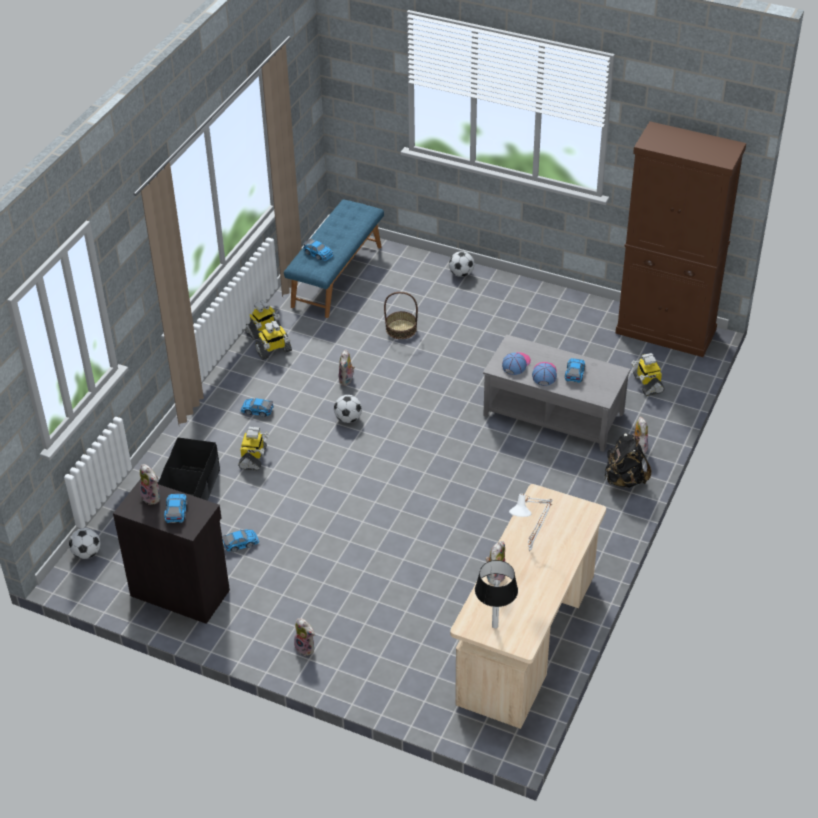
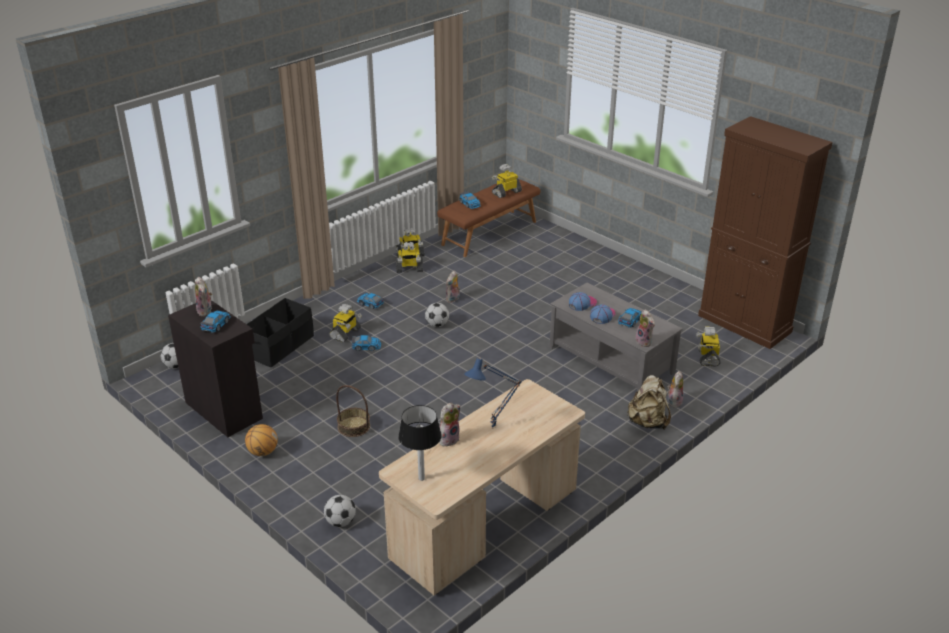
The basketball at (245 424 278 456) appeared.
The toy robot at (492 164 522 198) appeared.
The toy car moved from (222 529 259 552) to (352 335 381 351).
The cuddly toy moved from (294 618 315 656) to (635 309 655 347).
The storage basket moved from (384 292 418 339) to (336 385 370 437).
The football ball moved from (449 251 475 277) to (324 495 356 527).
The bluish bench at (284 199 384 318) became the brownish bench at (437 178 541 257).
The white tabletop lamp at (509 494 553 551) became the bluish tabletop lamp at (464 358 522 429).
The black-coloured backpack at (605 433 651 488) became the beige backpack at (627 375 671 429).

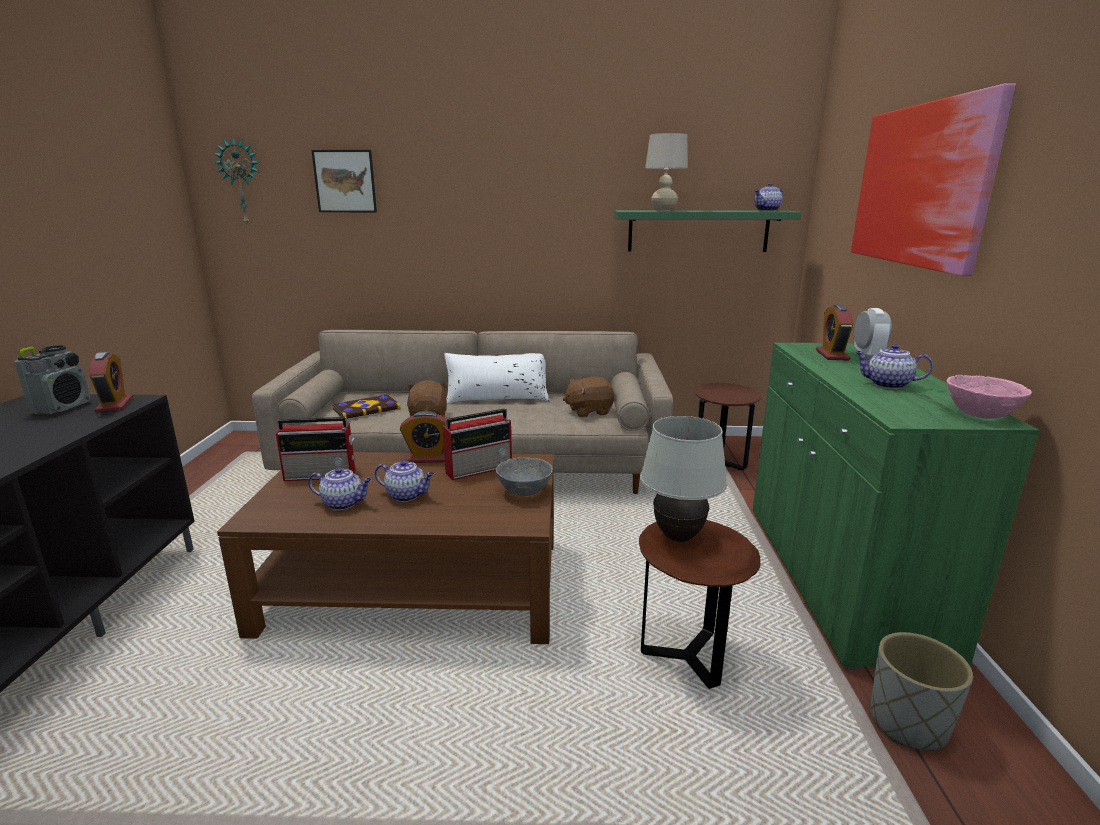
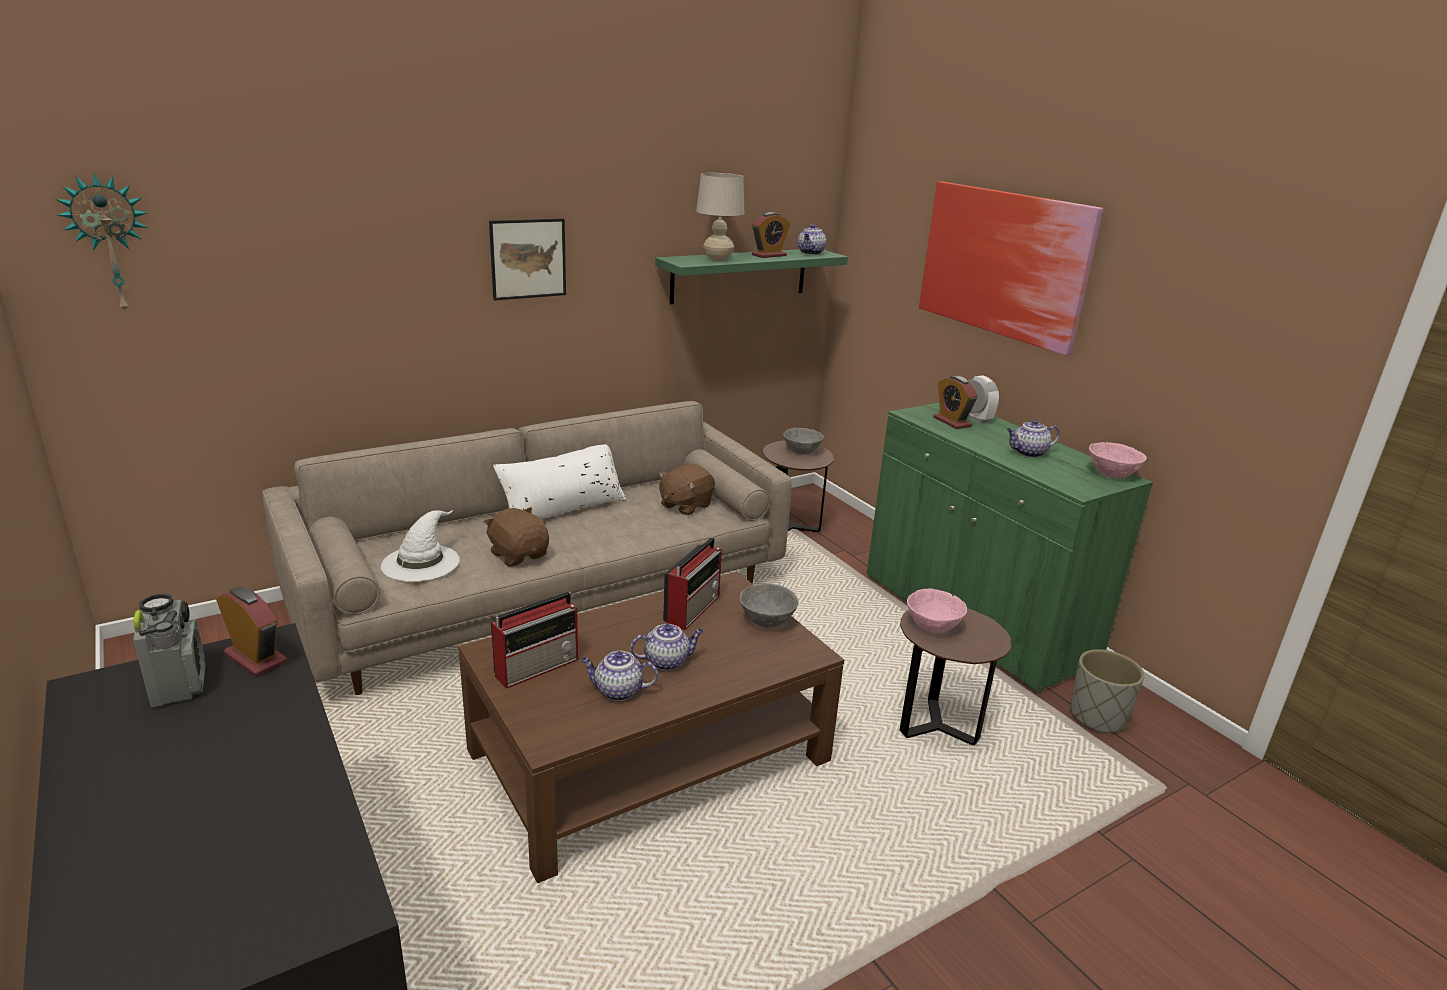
The greyish bowl at (783 428 824 454) appeared.
The wall art moved from (311 150 377 212) to (489 218 566 300).
The table clock moved from (400 411 452 463) to (752 212 790 258).
The book at (332 394 400 419) was replaced by the white hat at (381 510 460 582).
The white tabletop lamp at (640 416 727 542) was replaced by the pink-coloured bowl at (907 588 967 633).
The tea pot at (308 467 372 510) turned 150 degrees counterclockwise.

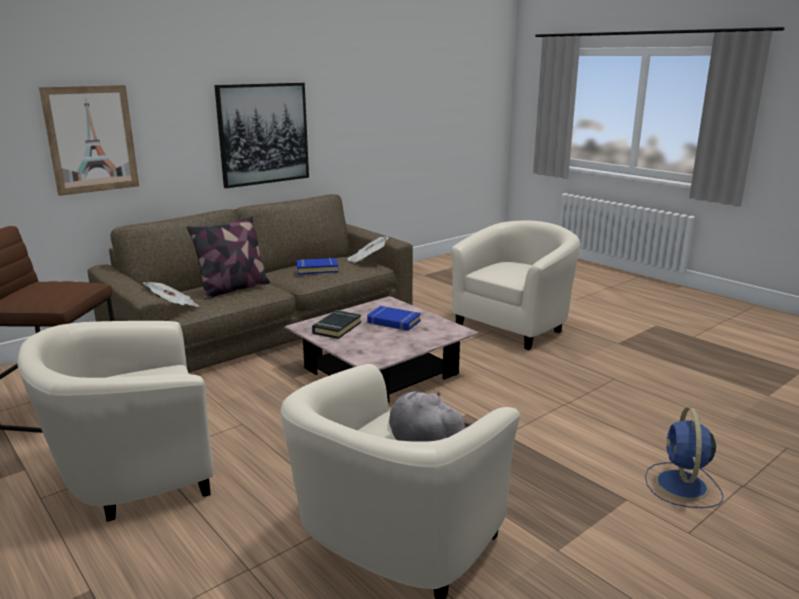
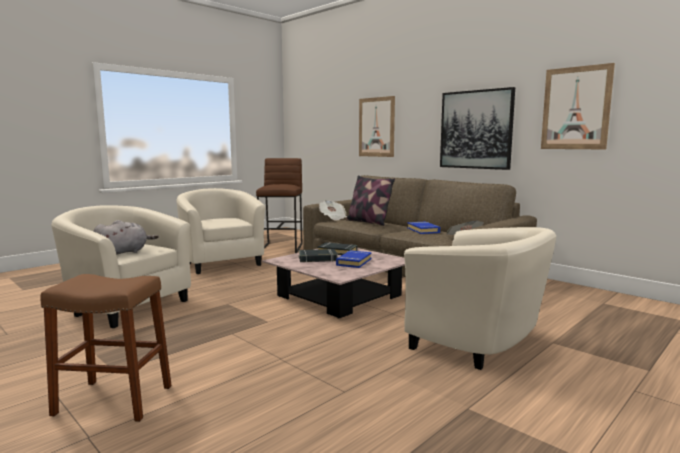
The black-coloured book at (299 249 338 263) appeared.
The wall art at (541 63 615 150) appeared.
The bluish cooling fan at (645 407 723 508) was replaced by the brownish stool at (40 274 172 422).

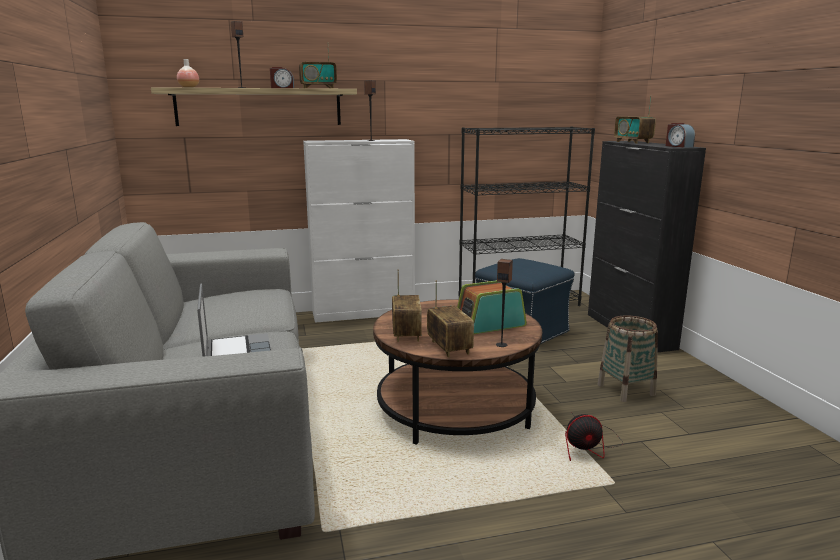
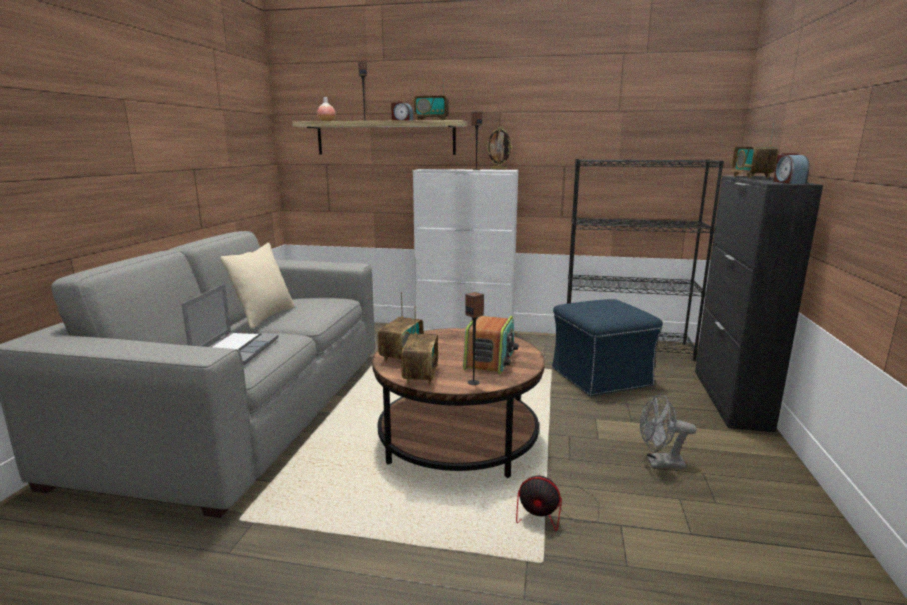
The beige cushion at (220 243 295 329) appeared.
The standing frame at (486 127 512 170) appeared.
The storage basket at (597 315 658 402) was replaced by the greyish cooling fan at (640 394 697 469).
The radio at (457 280 527 334) turned 105 degrees clockwise.

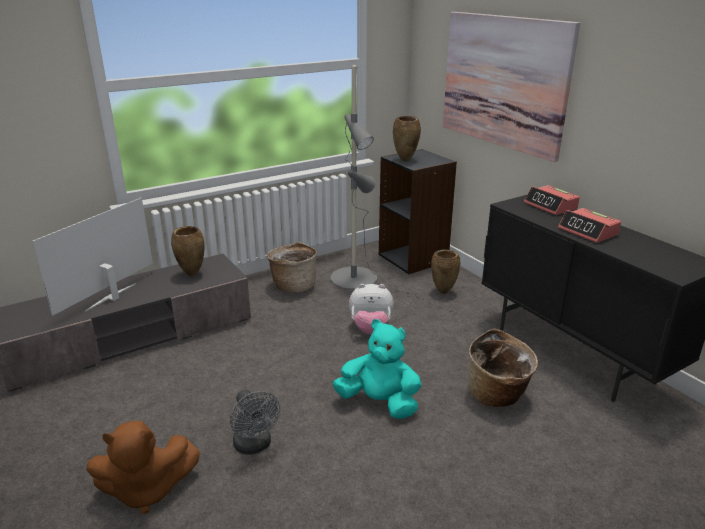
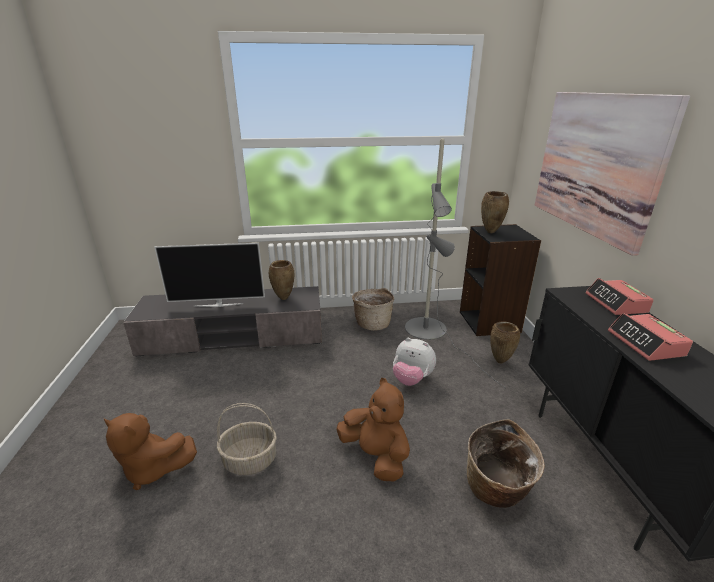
The greyish cooling fan at (230 389 280 455) was replaced by the storage basket at (217 403 277 475).
The turquoise cuddly toy at (332 319 421 419) became the brownish cuddly toy at (336 378 410 481).
The TV set at (32 198 153 316) turned 150 degrees counterclockwise.

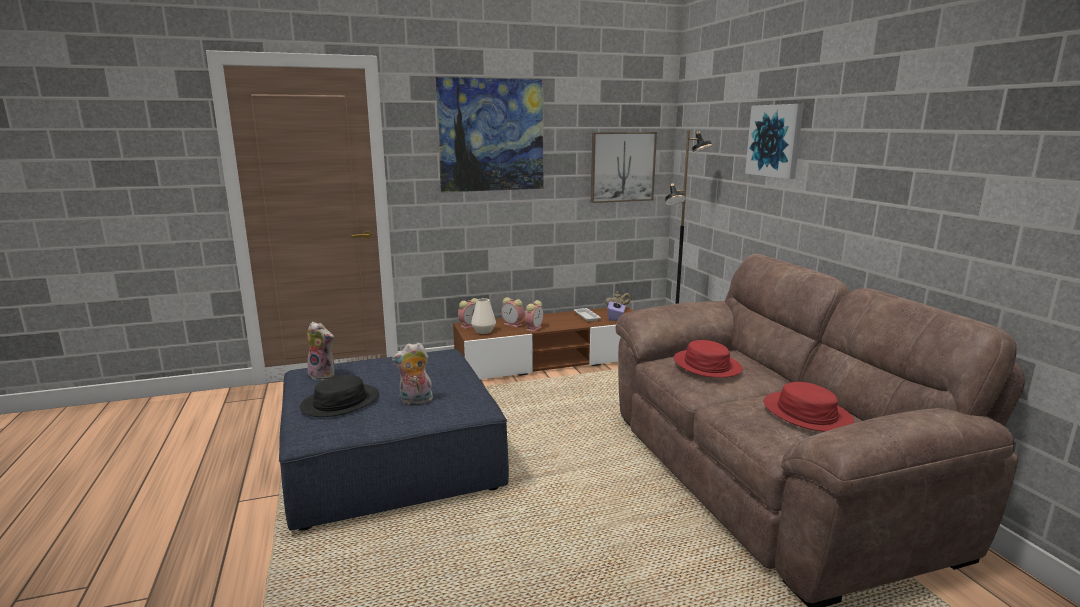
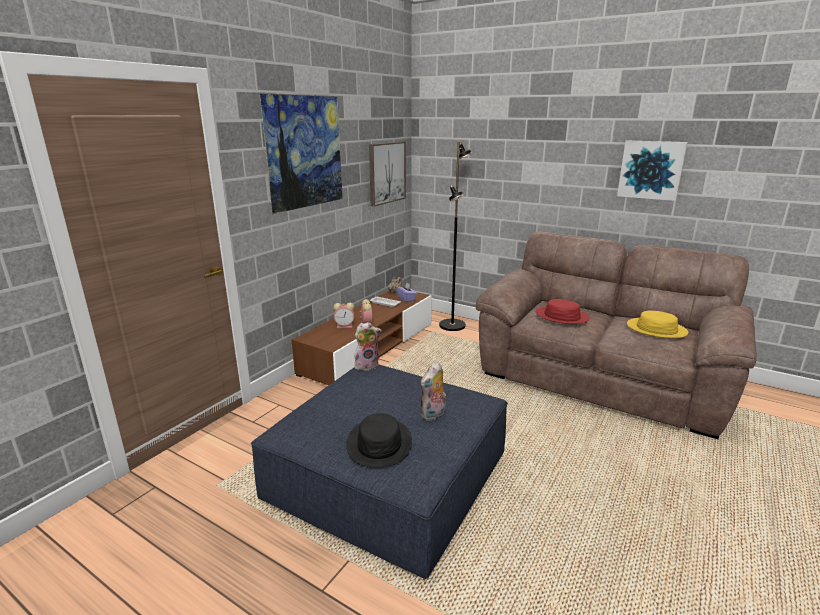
The table clock at (458 298 477 329) disappeared.
The white vase at (471 298 496 334) disappeared.
The cuddly toy moved from (307 322 335 380) to (354 322 382 371).
The wall art moved from (745 104 804 179) to (617 140 688 201).
The reddish hat at (764 382 854 431) became the yellowish hat at (627 311 688 338).

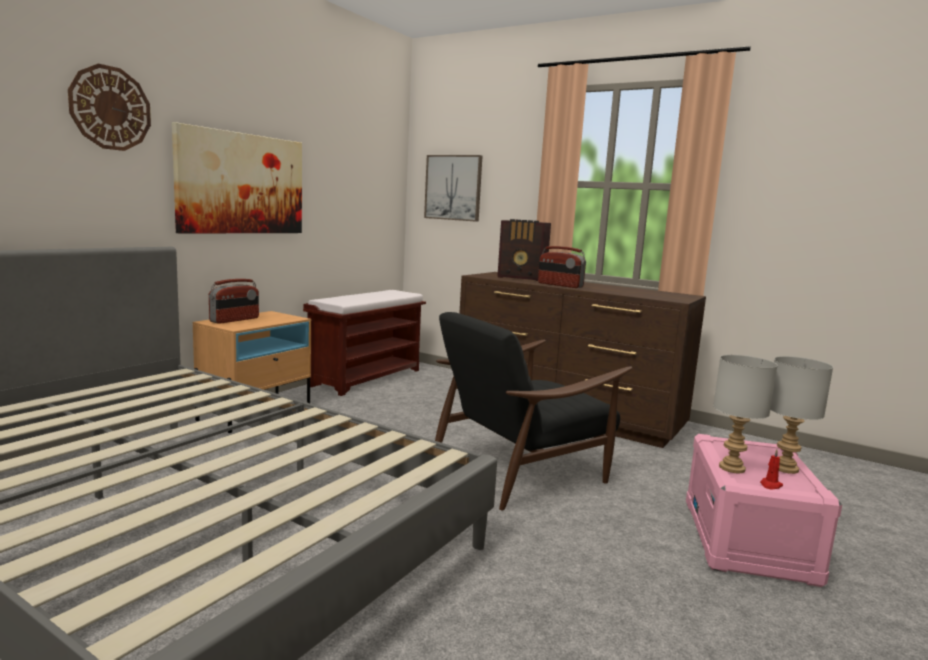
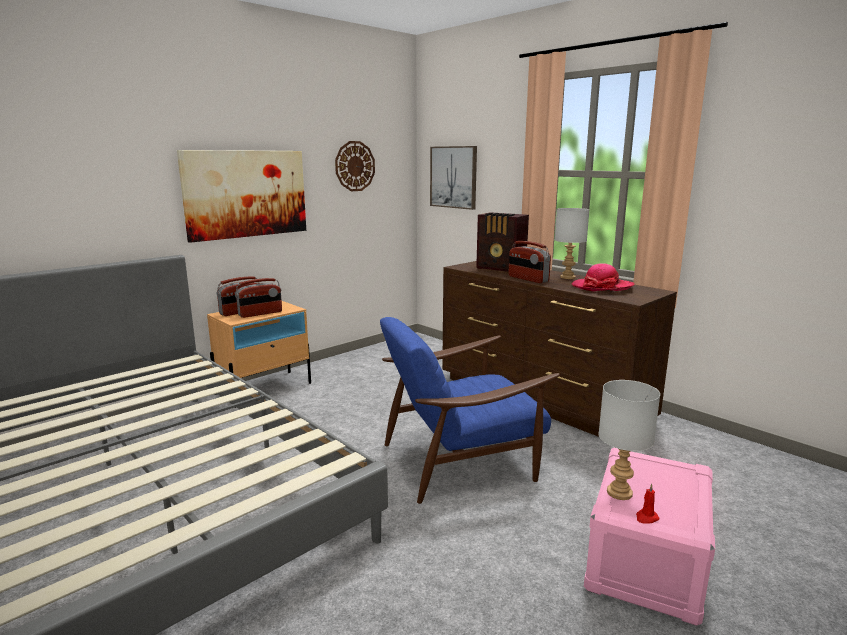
The brownish bench at (303 290 426 396) disappeared.
The radio at (235 278 282 318) appeared.
The hat at (571 263 635 292) appeared.
The hanging clock moved from (68 64 151 151) to (335 141 375 191).
The greyish tabletop lamp moved from (770 356 833 474) to (555 208 589 279).
The black-coloured easy chair at (435 312 633 510) became the bluish easy chair at (380 317 560 504).

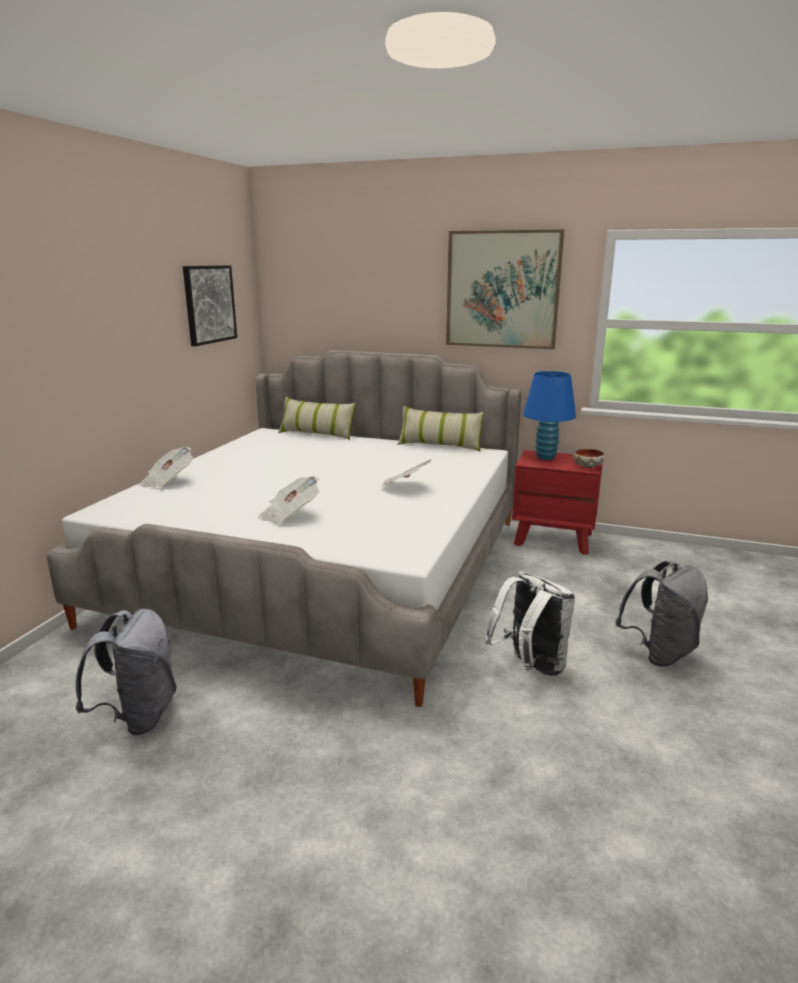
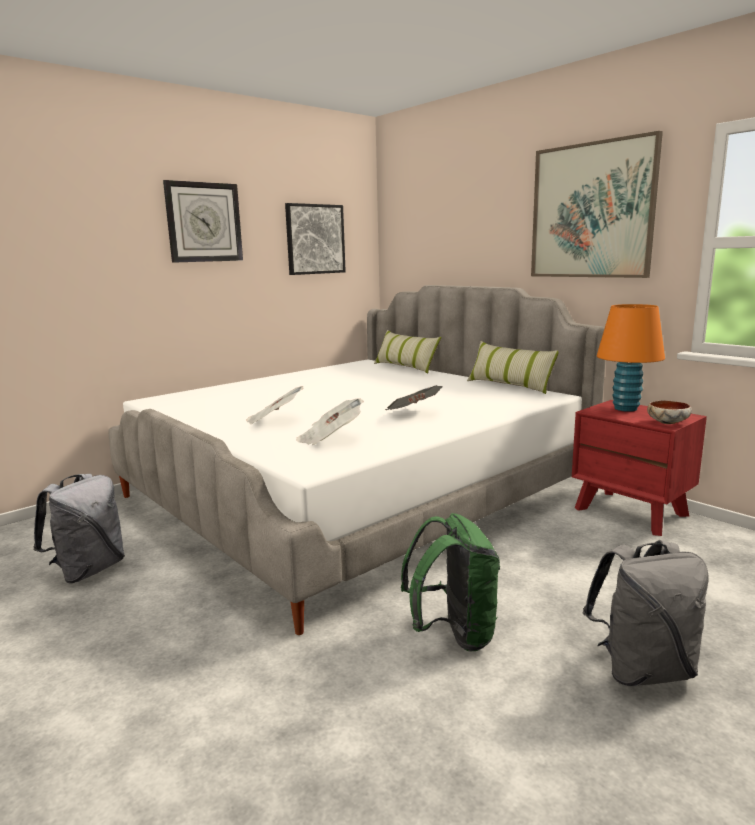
The hanging clock at (163 180 243 263) appeared.
The newspaper moved from (139 447 193 488) to (296 398 364 445).
The white backpack at (484 571 575 676) became the green-coloured backpack at (401 513 500 651).
The bluish tabletop lamp at (523 371 576 460) became the orange-coloured tabletop lamp at (597 304 665 412).

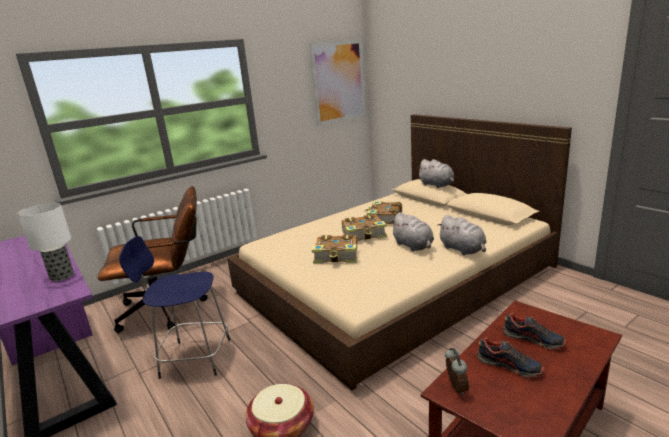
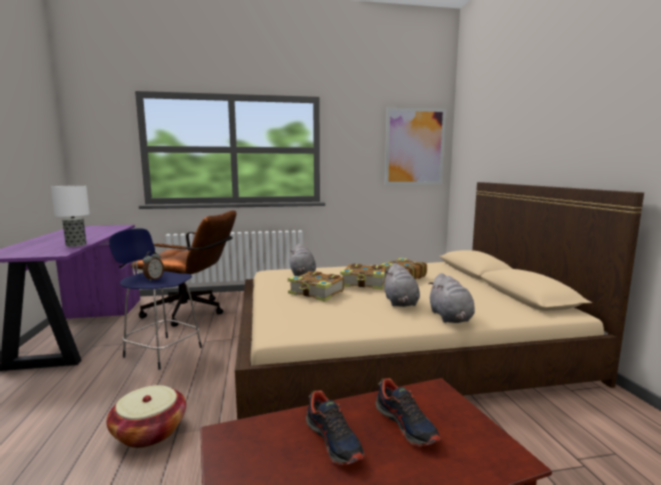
The greyish cuddly toy moved from (417 159 454 188) to (290 243 316 276).
The table clock moved from (445 348 469 396) to (143 251 164 281).

